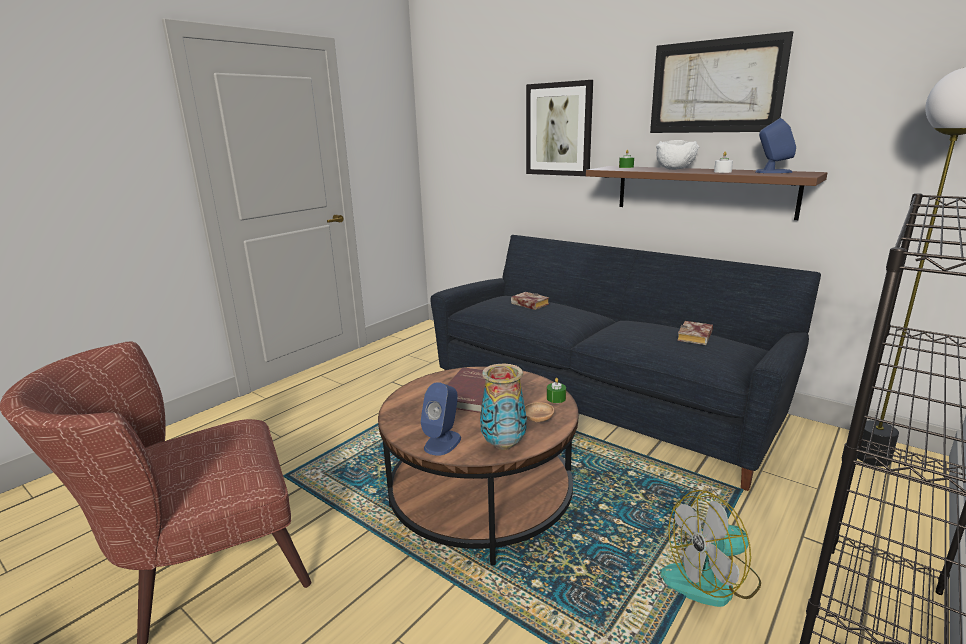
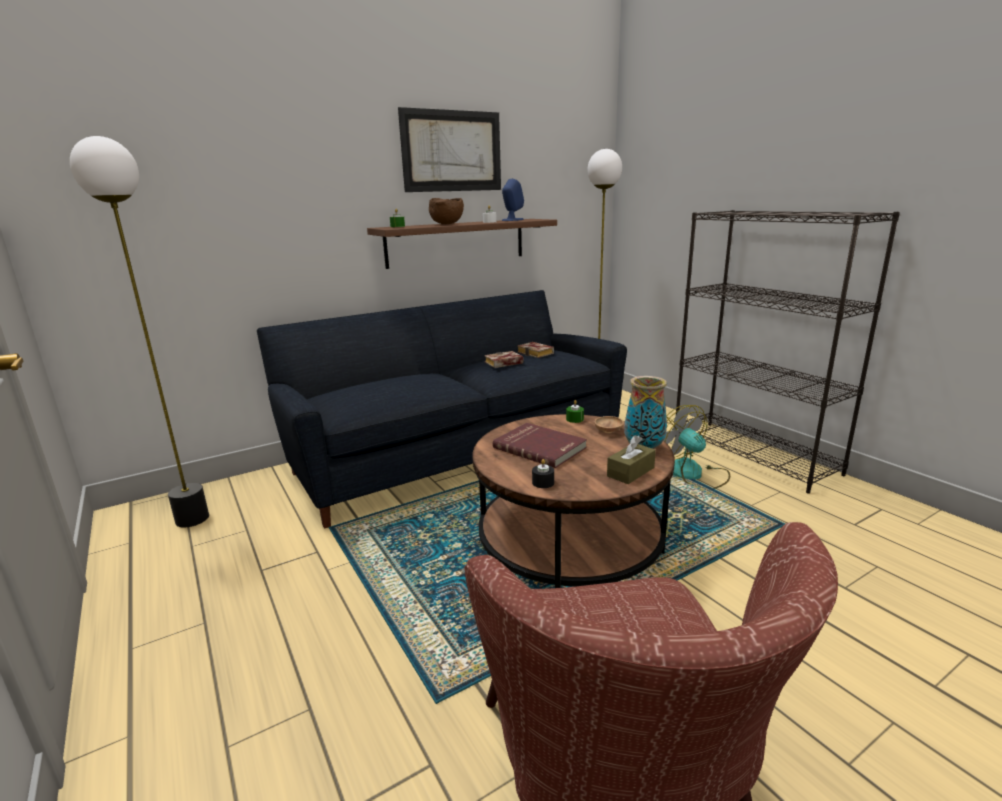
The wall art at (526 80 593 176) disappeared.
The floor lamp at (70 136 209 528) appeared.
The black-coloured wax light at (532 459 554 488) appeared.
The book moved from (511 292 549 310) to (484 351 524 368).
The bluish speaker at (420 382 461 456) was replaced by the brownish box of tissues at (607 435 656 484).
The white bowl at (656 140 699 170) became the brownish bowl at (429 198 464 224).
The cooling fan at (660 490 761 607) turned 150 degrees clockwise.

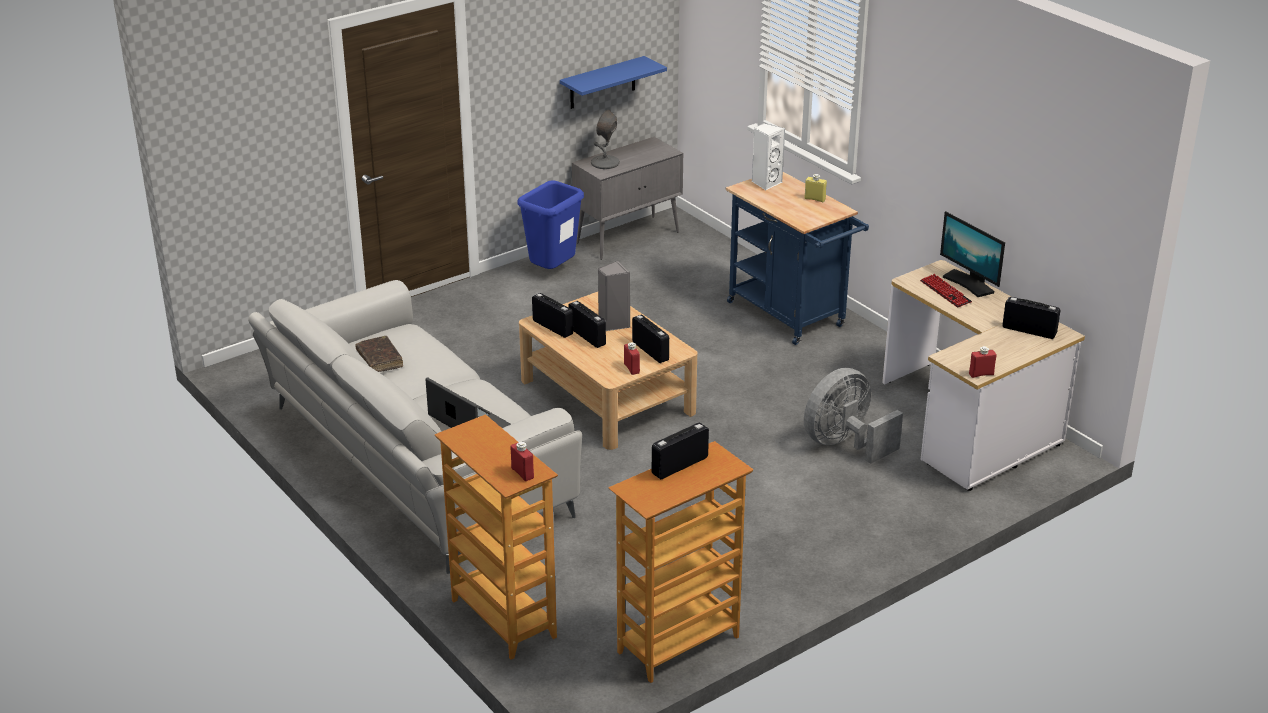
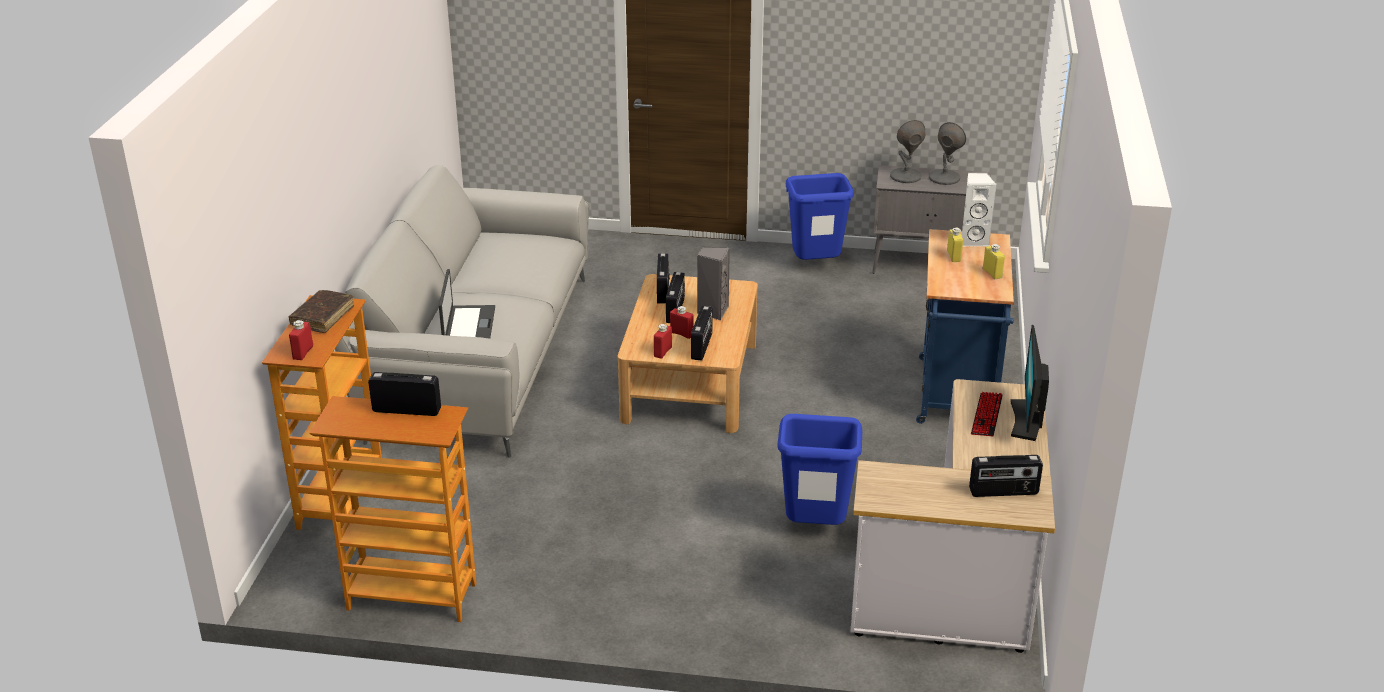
The bluish shelf at (560 56 667 109) disappeared.
The greyish tabletop lamp at (929 122 966 185) appeared.
The yellowish drink bottle at (947 228 963 262) appeared.
The brownish book moved from (356 336 403 372) to (289 290 354 333).
The reddish drink bottle moved from (969 346 997 378) to (670 306 694 339).
The greyish cooling fan at (804 368 903 464) was replaced by the bluish waste bin at (777 414 862 525).
The radio at (1002 297 1061 339) turned 105 degrees clockwise.

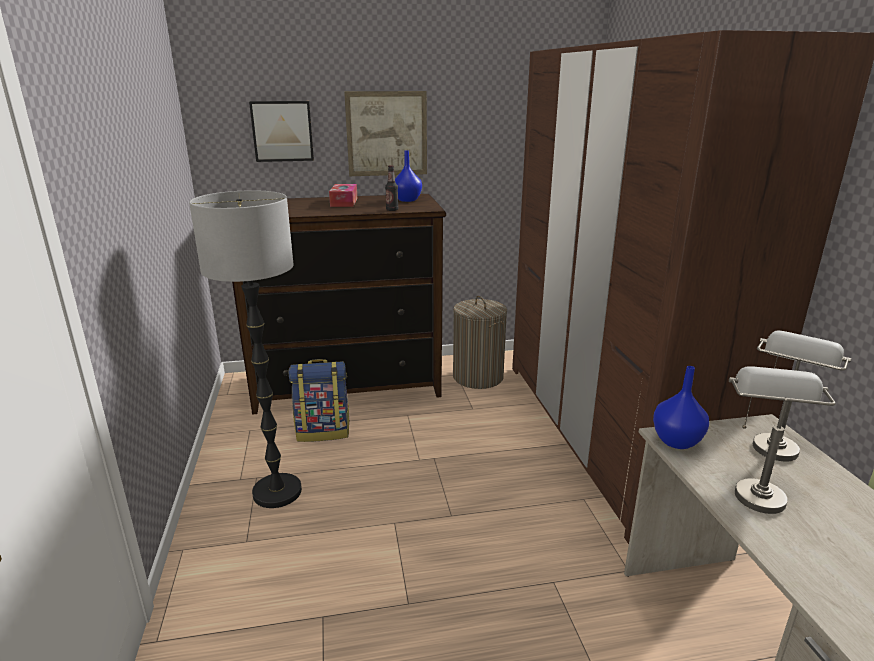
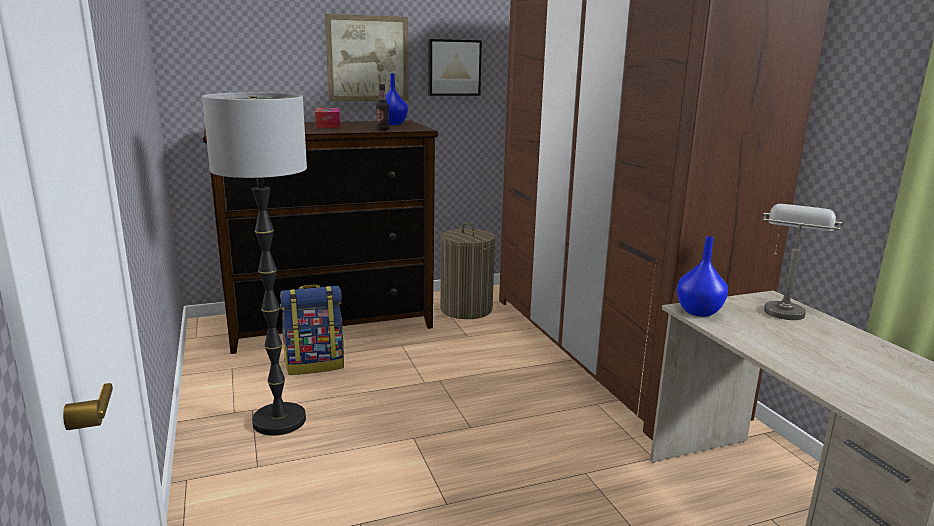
The greyish tabletop lamp at (729 366 836 514) disappeared.
The wall art moved from (249 101 314 162) to (428 39 482 96).

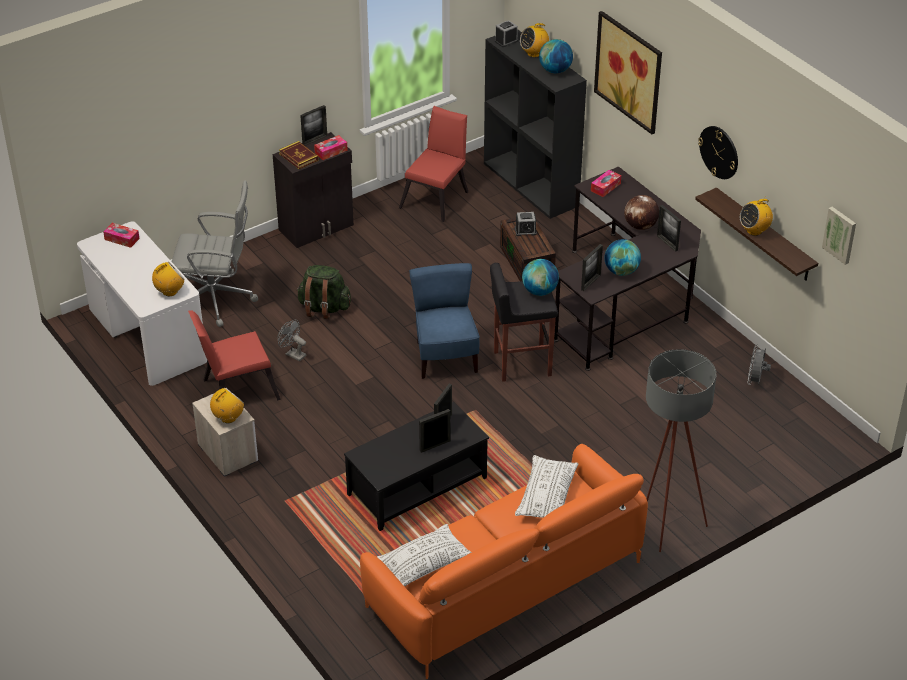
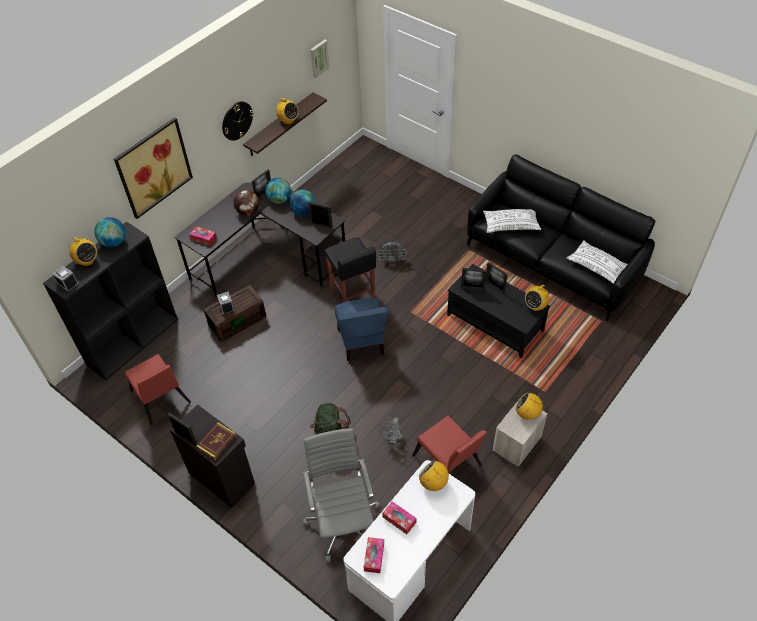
The greyish floor lamp at (646 349 716 552) disappeared.
The radio at (525 285 550 311) appeared.
The box of tissues moved from (314 135 348 160) to (382 501 416 534).
The globe moved from (522 259 559 296) to (265 178 291 204).
The greyish cooling fan moved from (747 344 771 385) to (378 240 407 264).
The orange-coloured couch at (360 444 648 679) became the black-coloured couch at (467 154 656 321).
The reddish upright chair at (399 106 468 222) turned 135 degrees counterclockwise.
The bluish upright chair at (409 263 480 379) turned 75 degrees counterclockwise.

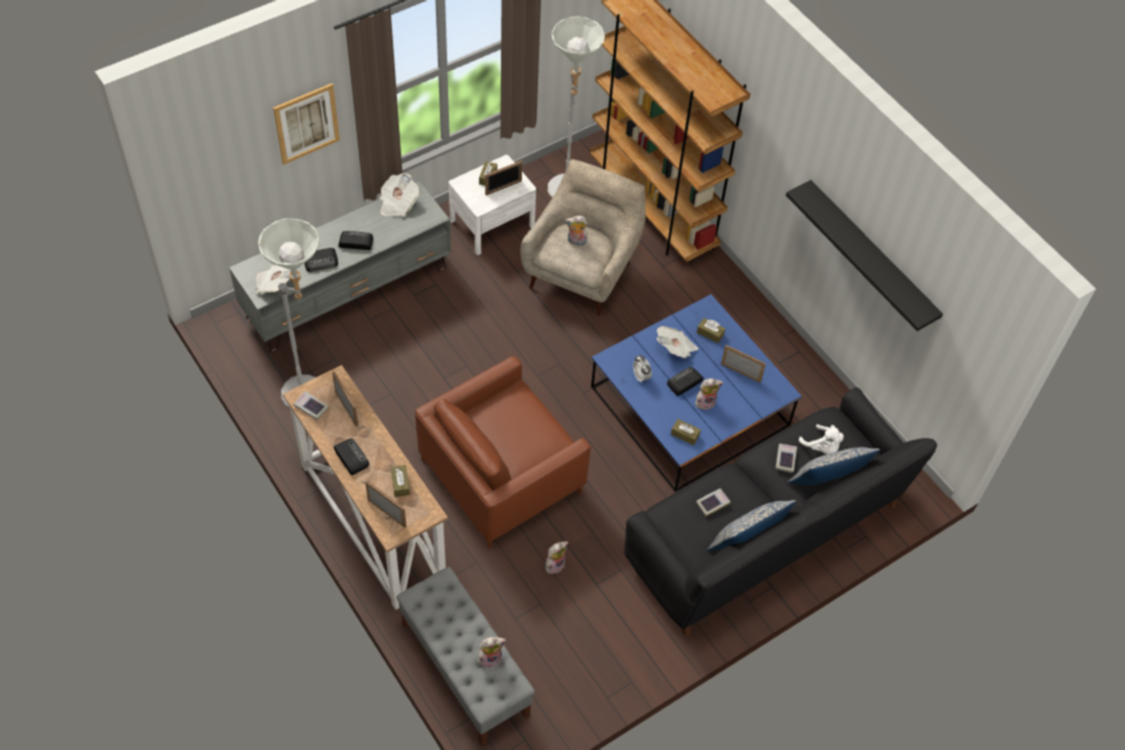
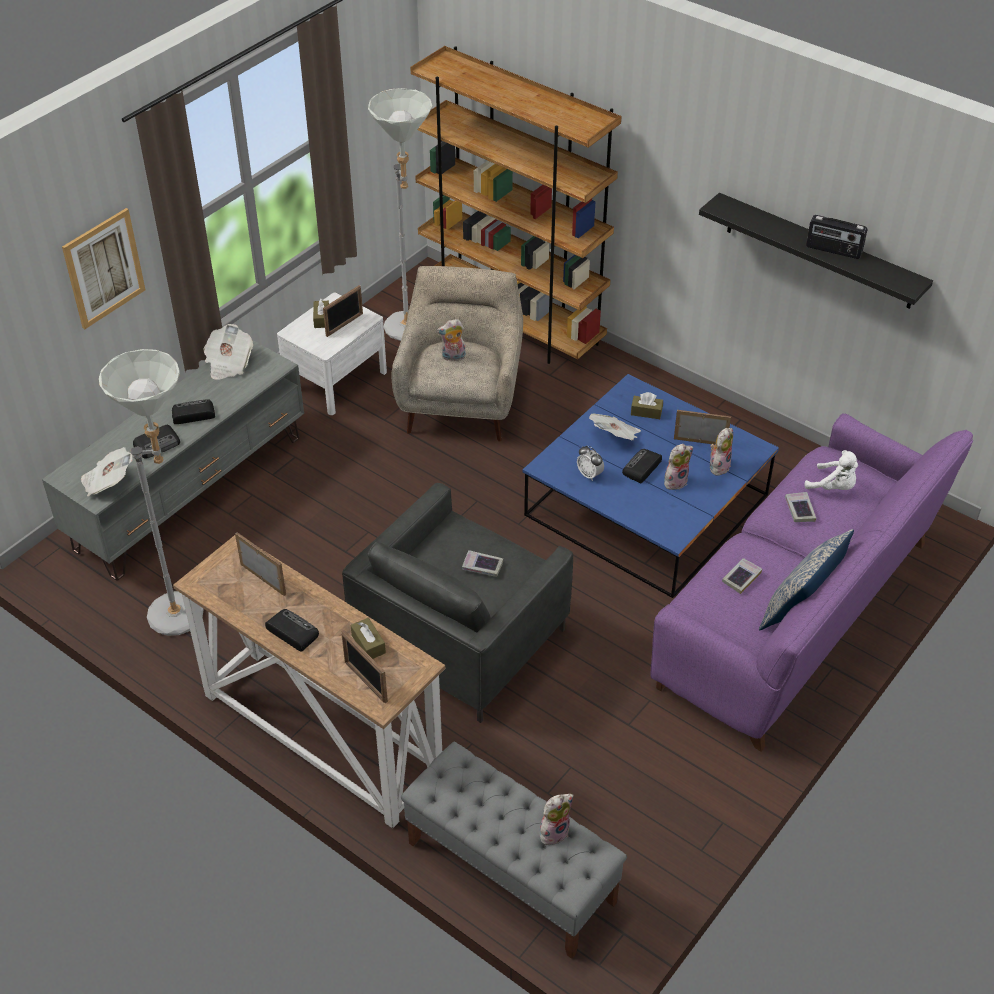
The brownish box of tissues at (671 419 701 445) disappeared.
The cushion at (787 447 880 485) disappeared.
The radio at (806 215 868 259) appeared.
The book moved from (294 391 329 420) to (462 550 503 577).
The cuddly toy moved from (545 541 568 576) to (709 428 733 476).
The brownish easy chair at (415 356 590 549) became the greyish easy chair at (342 483 573 723).
The black-coloured couch at (624 387 937 637) became the purple-coloured couch at (651 413 973 752).
The standing frame at (365 481 407 528) turned 150 degrees counterclockwise.

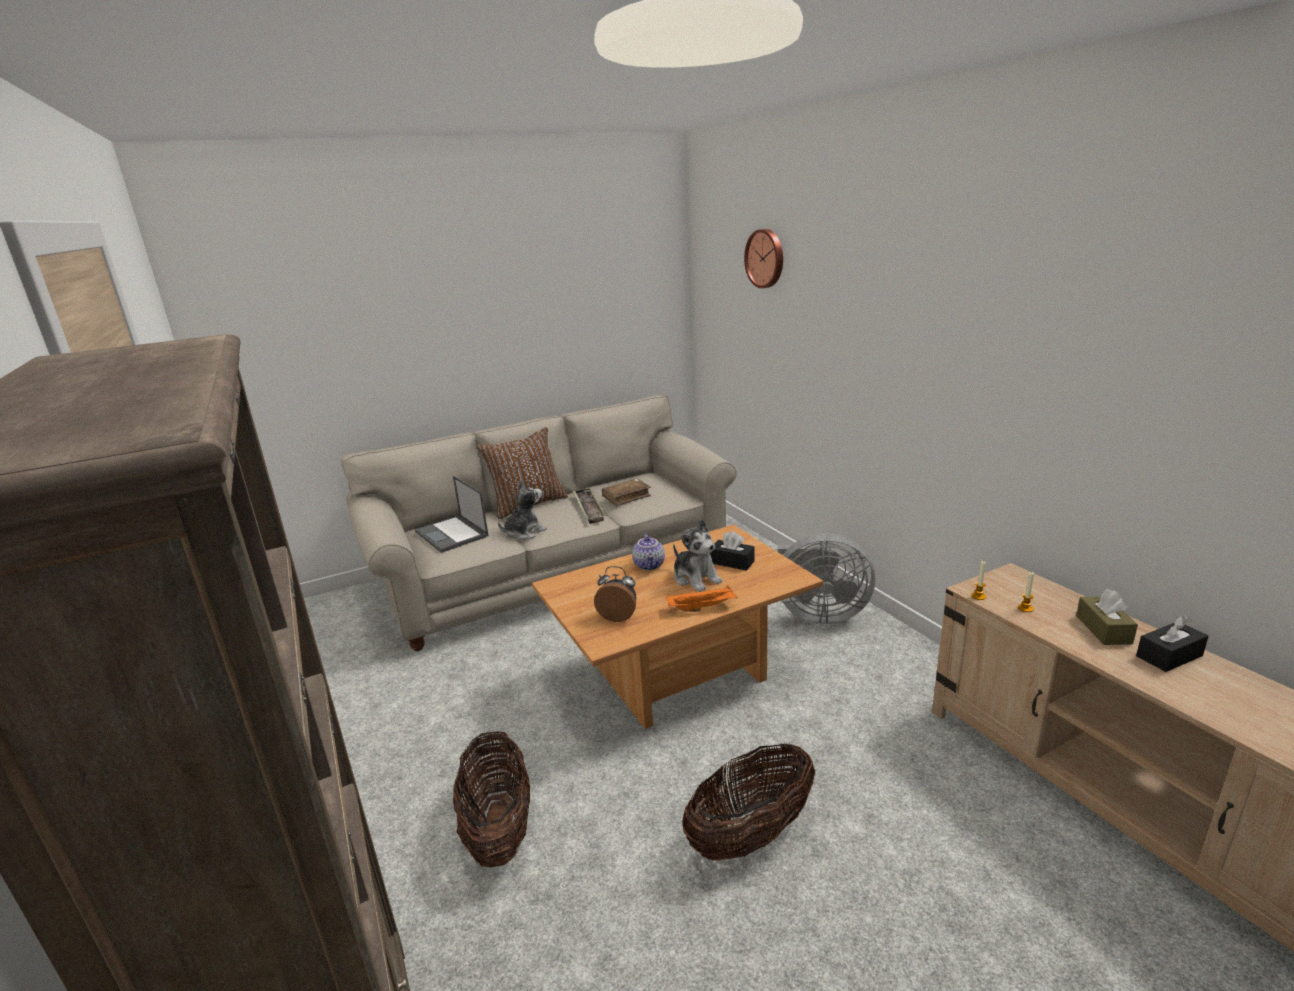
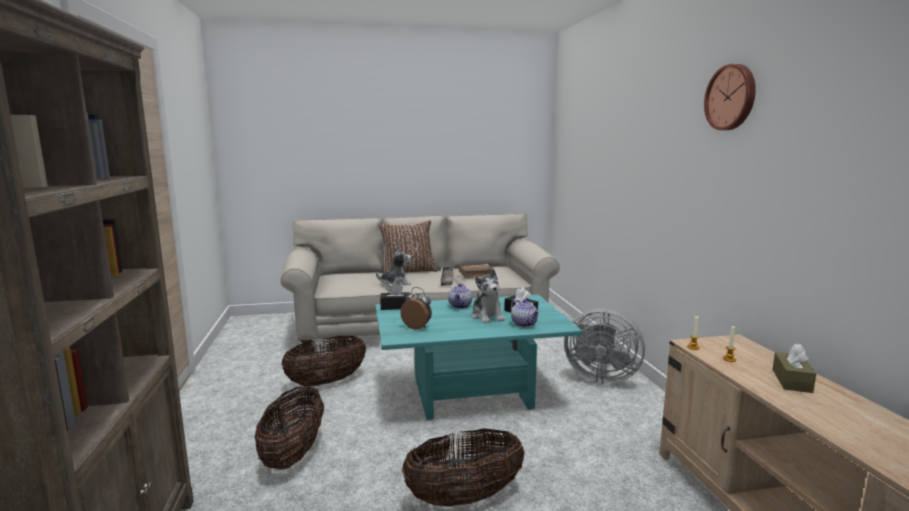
The laptop at (415 476 489 553) disappeared.
The orange-coloured carrying tray at (666 586 738 612) disappeared.
The storage basket at (281 336 366 386) appeared.
The tea pot at (510 299 540 327) appeared.
The hanging clock moved from (744 229 783 288) to (704 64 756 130).
The black-coloured box of tissues moved from (1136 616 1209 672) to (380 283 410 310).
The brownish lounge table at (532 525 823 729) became the turquoise lounge table at (375 295 582 420).

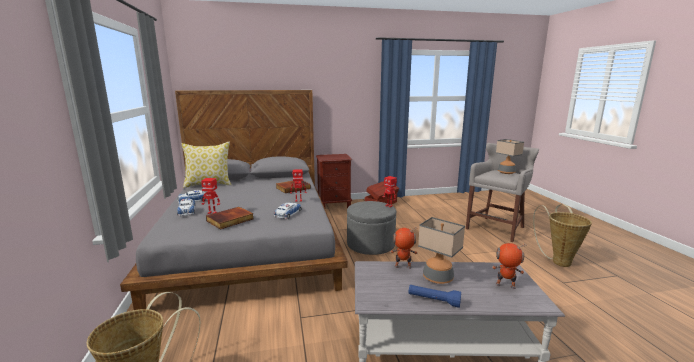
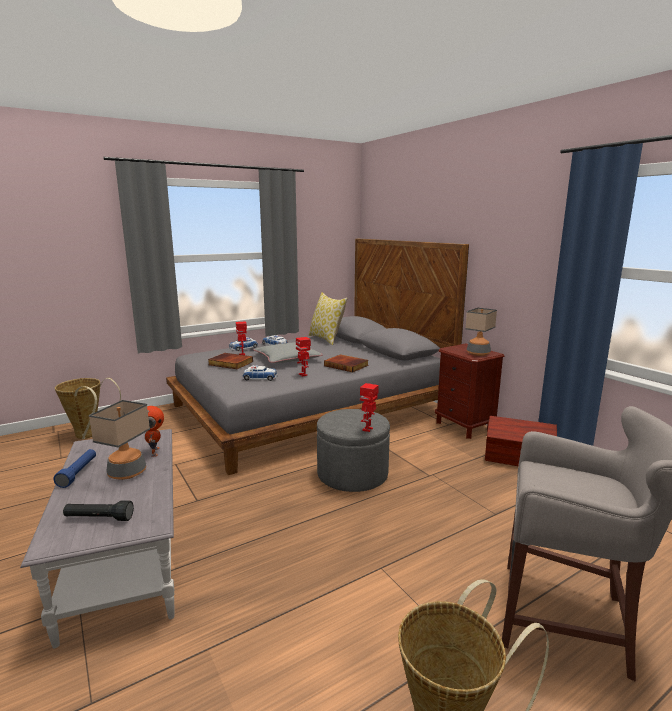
The greyish cushion at (254 342 323 363) appeared.
The tabletop lamp moved from (496 139 524 174) to (465 308 497 356).
The toy robot at (492 243 527 289) was replaced by the black-coloured torch at (63 501 134 521).

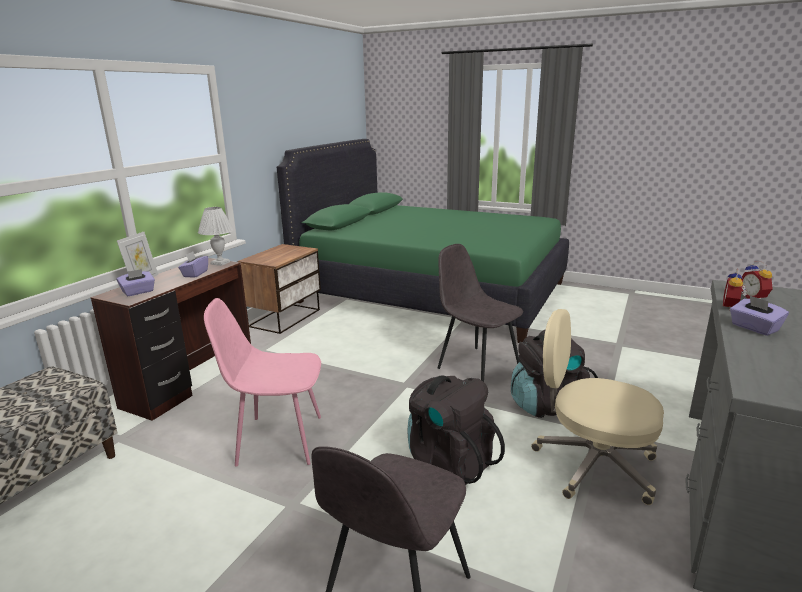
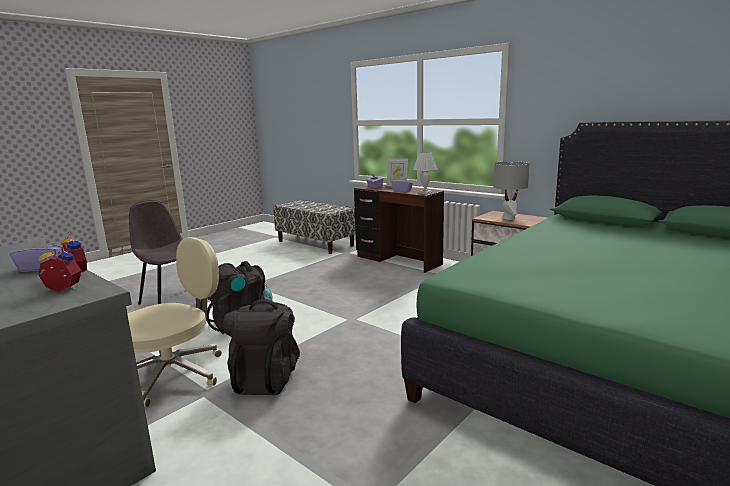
The pink-coloured upright chair at (204 298 321 467) disappeared.
The greyish upright chair at (438 244 523 382) disappeared.
The greyish tabletop lamp at (493 161 530 220) appeared.

